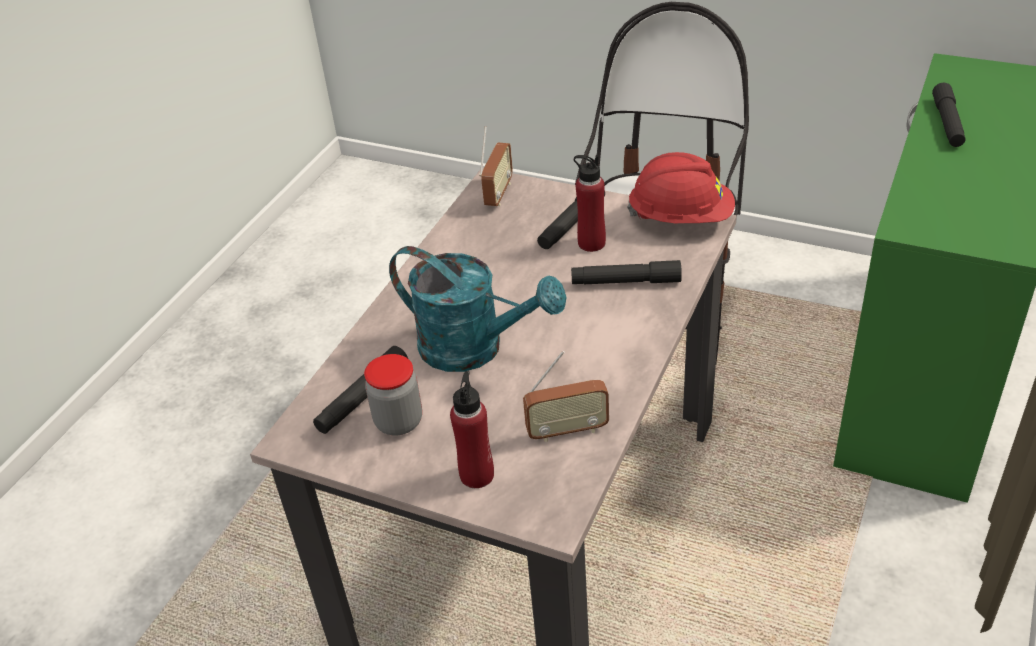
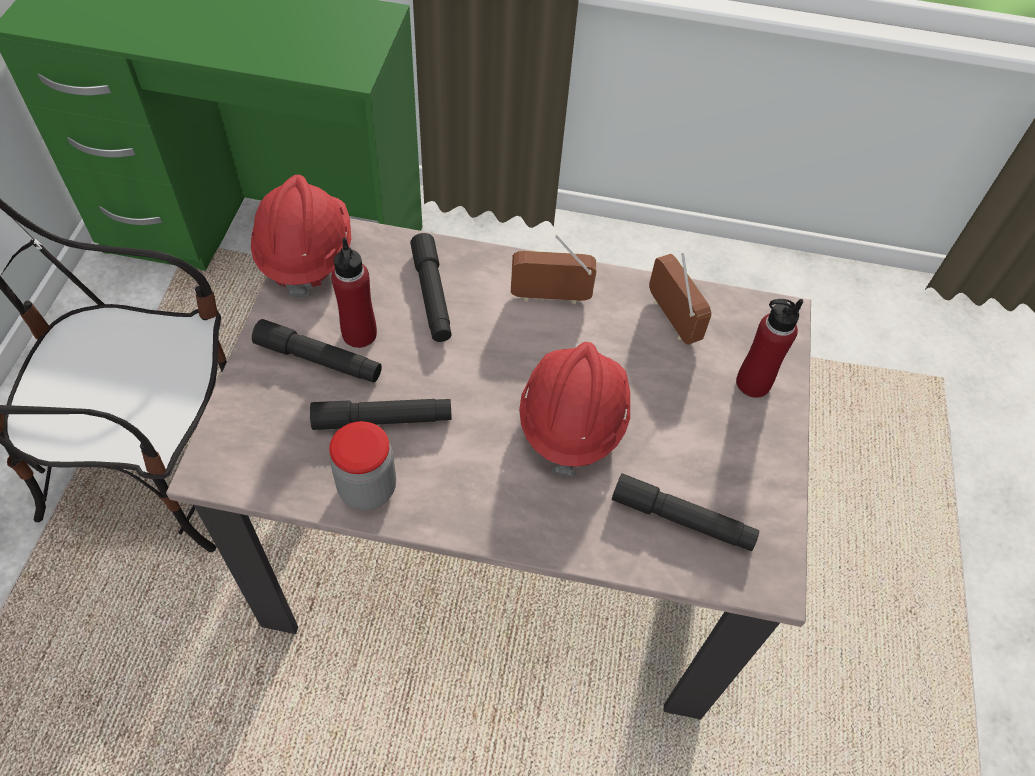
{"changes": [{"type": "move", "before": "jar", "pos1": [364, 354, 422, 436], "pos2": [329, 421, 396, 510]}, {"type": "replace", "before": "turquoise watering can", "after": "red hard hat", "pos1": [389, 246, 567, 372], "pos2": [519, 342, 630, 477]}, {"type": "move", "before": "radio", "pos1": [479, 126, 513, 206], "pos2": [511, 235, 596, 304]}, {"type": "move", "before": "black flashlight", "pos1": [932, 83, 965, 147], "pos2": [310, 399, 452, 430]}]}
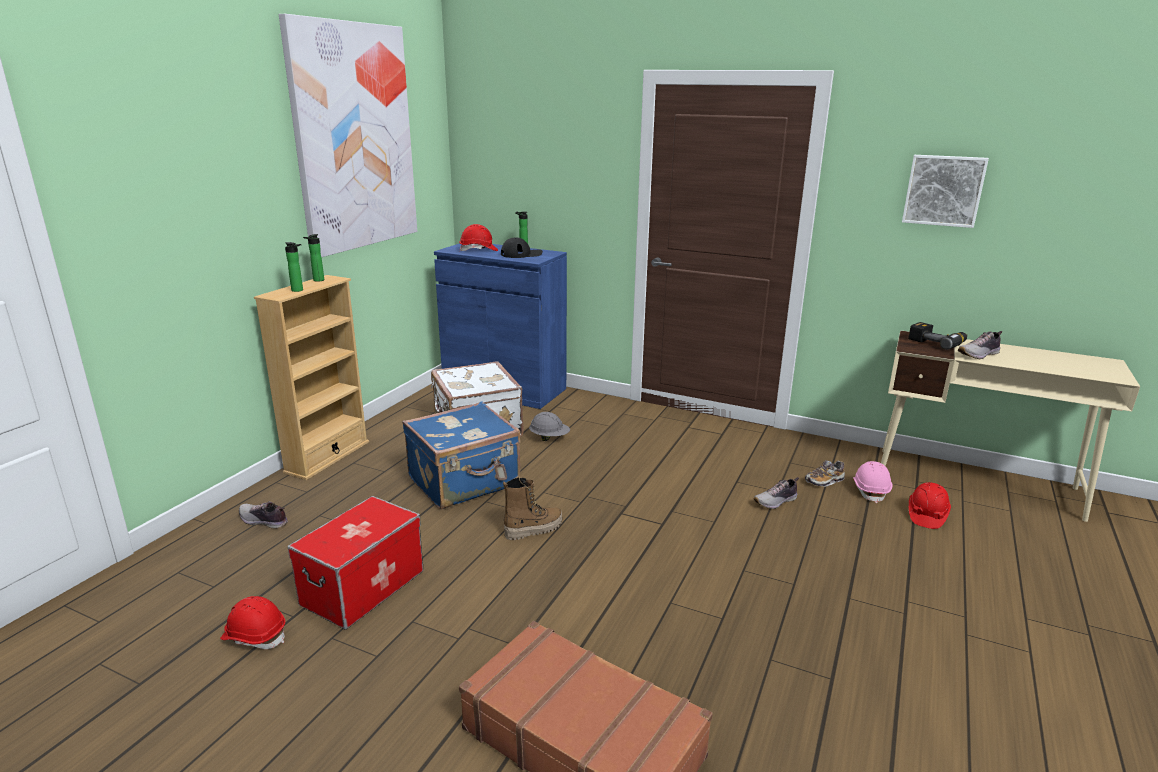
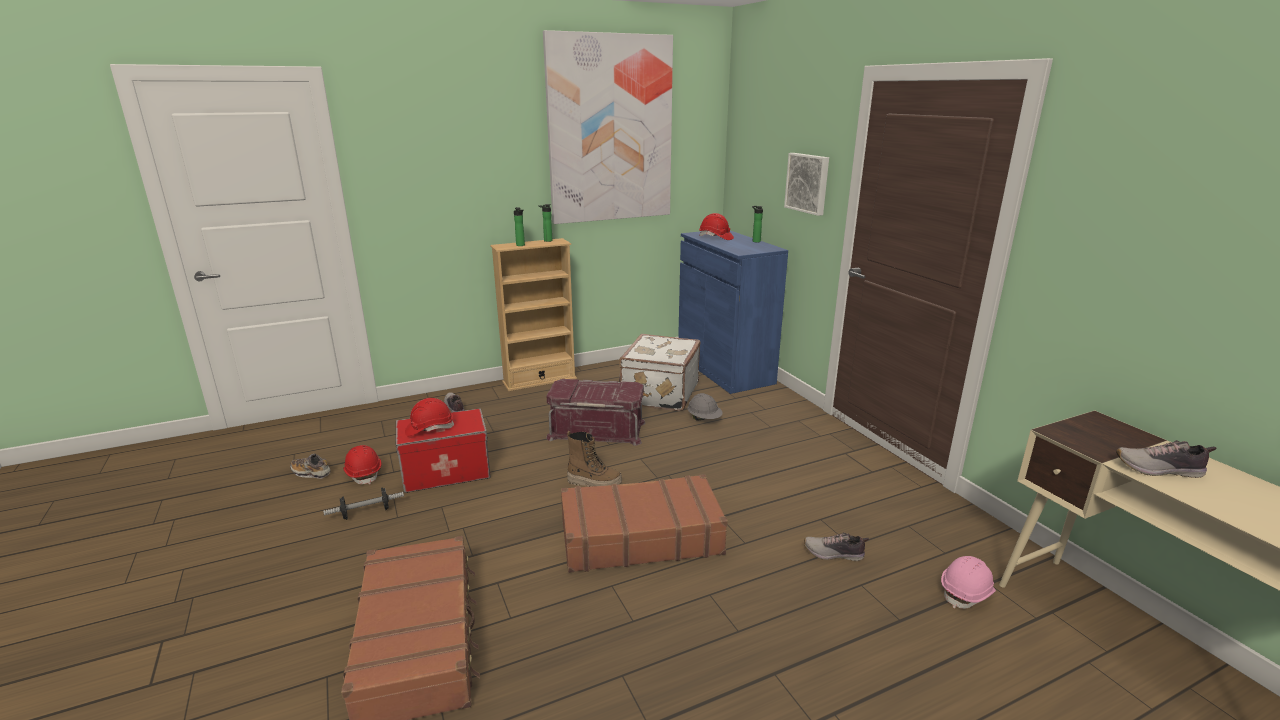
{"changes": [{"type": "replace", "before": "blue suitcase", "after": "red storage box", "pos1": [402, 401, 521, 509], "pos2": [546, 379, 646, 446]}, {"type": "delete", "before": "black cap", "pos1": [501, 237, 543, 258]}, {"type": "move", "before": "shoe", "pos1": [805, 460, 845, 486], "pos2": [290, 453, 331, 479]}, {"type": "move", "before": "picture", "pos1": [902, 155, 989, 228], "pos2": [784, 153, 829, 216]}, {"type": "delete", "before": "power drill", "pos1": [908, 322, 967, 350]}, {"type": "move", "before": "red hard hat", "pos1": [909, 482, 951, 529], "pos2": [405, 398, 454, 436]}, {"type": "insert", "after": "dumbbell", "pos2": [323, 487, 404, 520]}, {"type": "insert", "after": "brown suitcase", "pos2": [561, 474, 728, 573]}]}
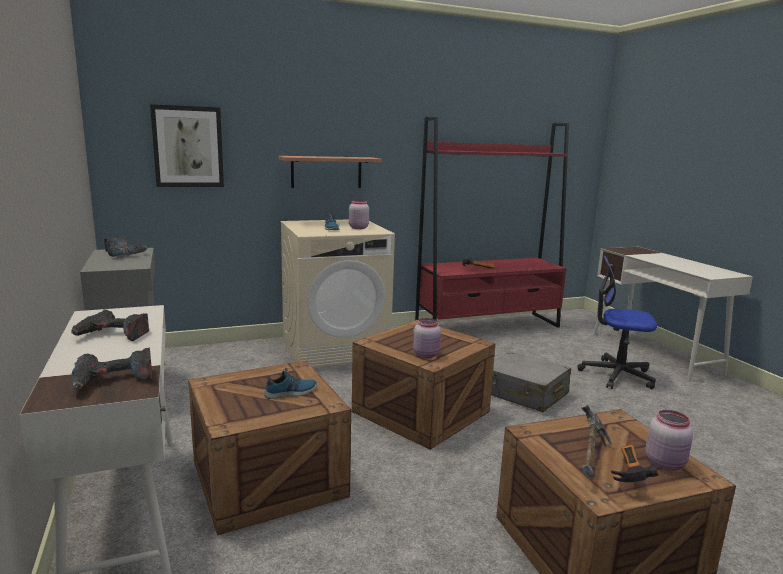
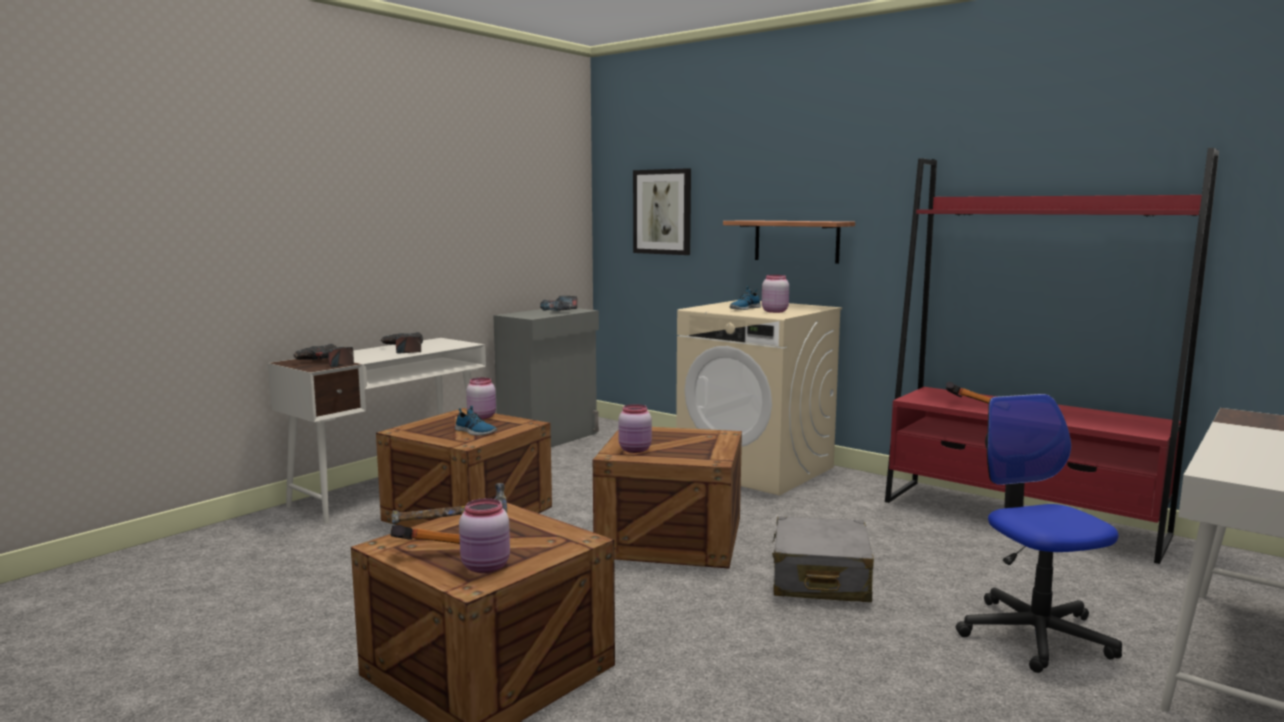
{"changes": [{"type": "insert", "after": "pink jar", "pos2": [466, 378, 496, 419]}]}
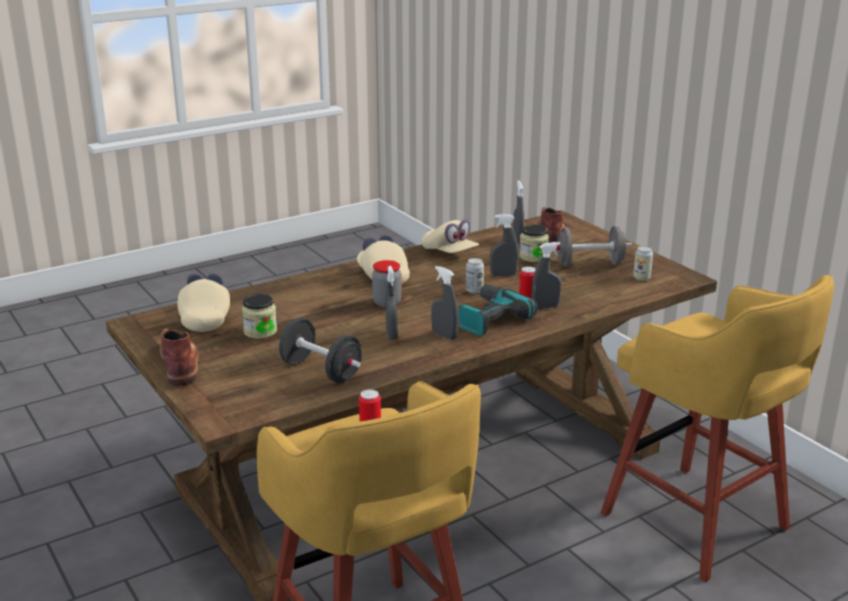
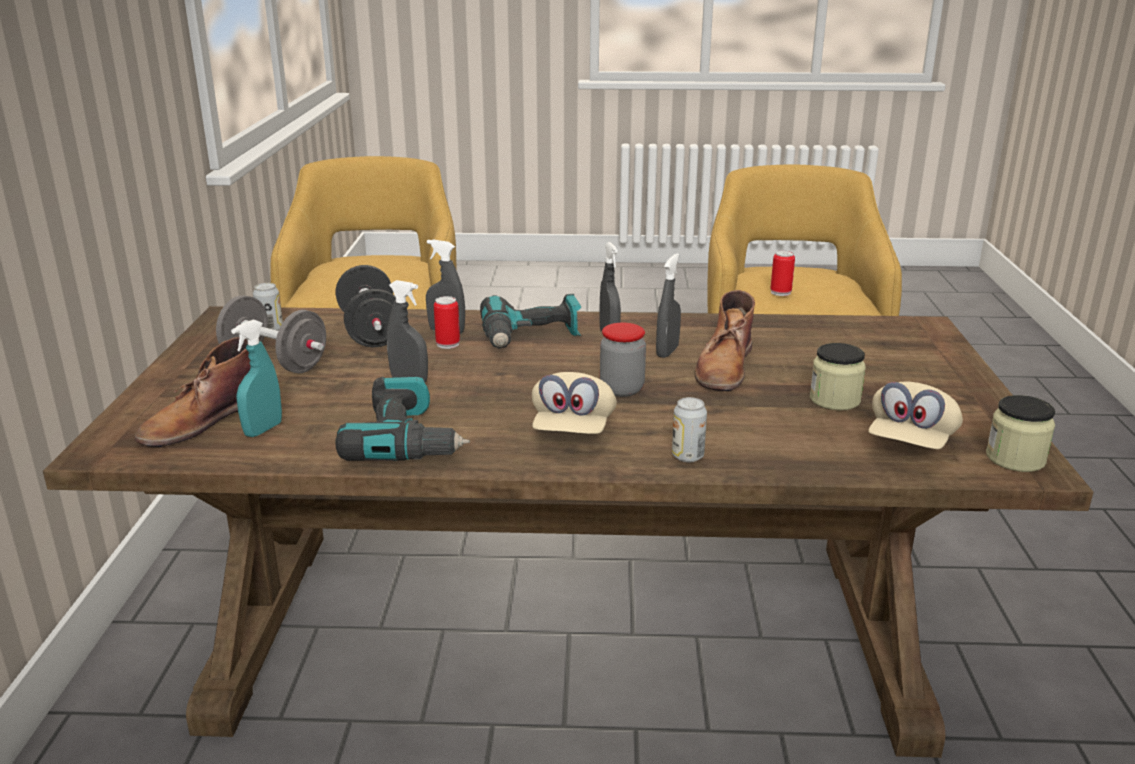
{"changes": [{"type": "move", "before": "brown boot", "pos1": [160, 329, 199, 386], "pos2": [695, 290, 755, 391]}, {"type": "move", "before": "black dumbbell", "pos1": [279, 318, 362, 383], "pos2": [336, 265, 396, 347]}, {"type": "replace", "before": "beige cap", "after": "power drill", "pos1": [422, 220, 479, 253], "pos2": [335, 377, 470, 461]}, {"type": "move", "before": "can", "pos1": [466, 258, 484, 294], "pos2": [672, 397, 707, 462]}, {"type": "recolor", "before": "grey spray bottle", "after": "turquoise spray bottle", "pos1": [513, 180, 524, 244], "pos2": [231, 320, 282, 437]}, {"type": "move", "before": "jar", "pos1": [519, 224, 549, 262], "pos2": [986, 395, 1055, 472]}]}
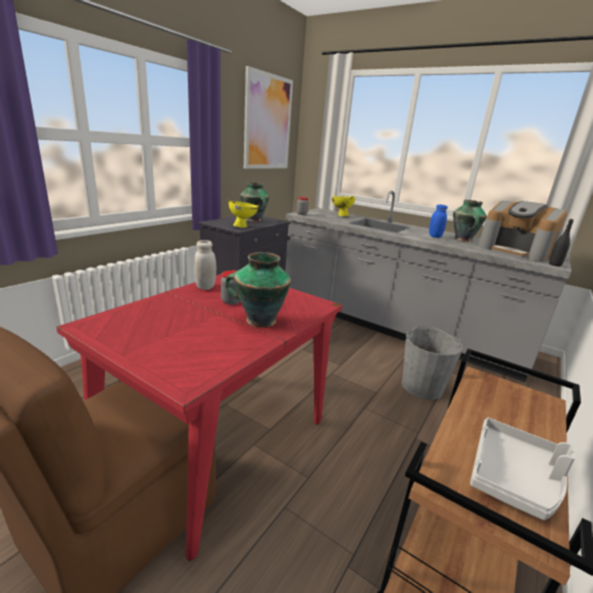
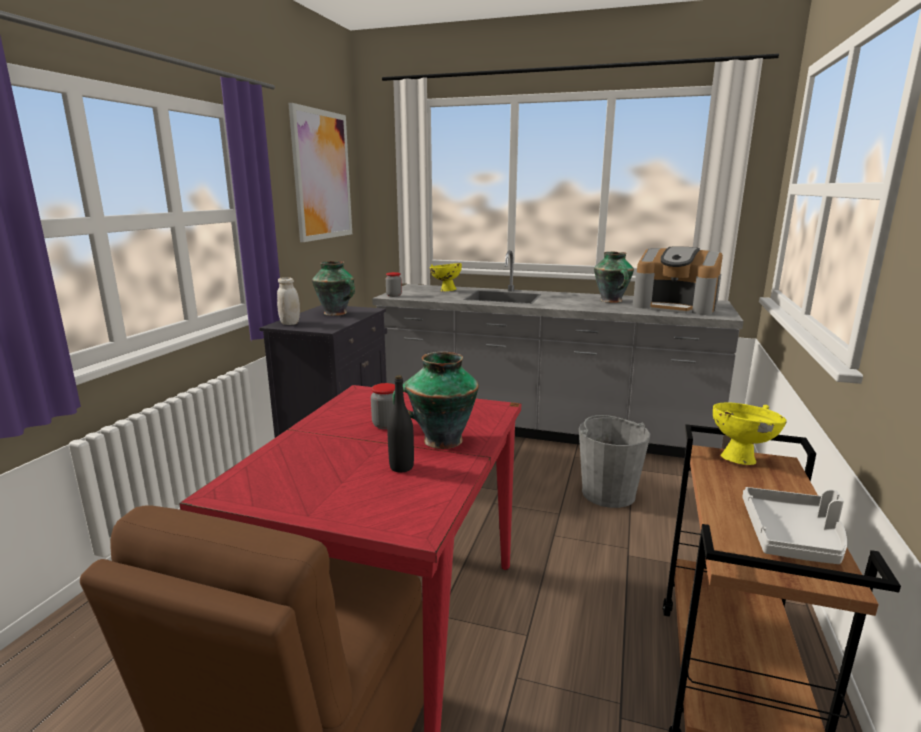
{"changes": [{"type": "move", "before": "white jar", "pos1": [194, 240, 217, 290], "pos2": [277, 277, 300, 325]}, {"type": "move", "before": "yellow bowl", "pos1": [228, 200, 259, 228], "pos2": [713, 402, 787, 465]}, {"type": "delete", "before": "blue jar", "pos1": [429, 205, 448, 238]}, {"type": "move", "before": "black bottle", "pos1": [549, 219, 574, 267], "pos2": [388, 375, 414, 472]}]}
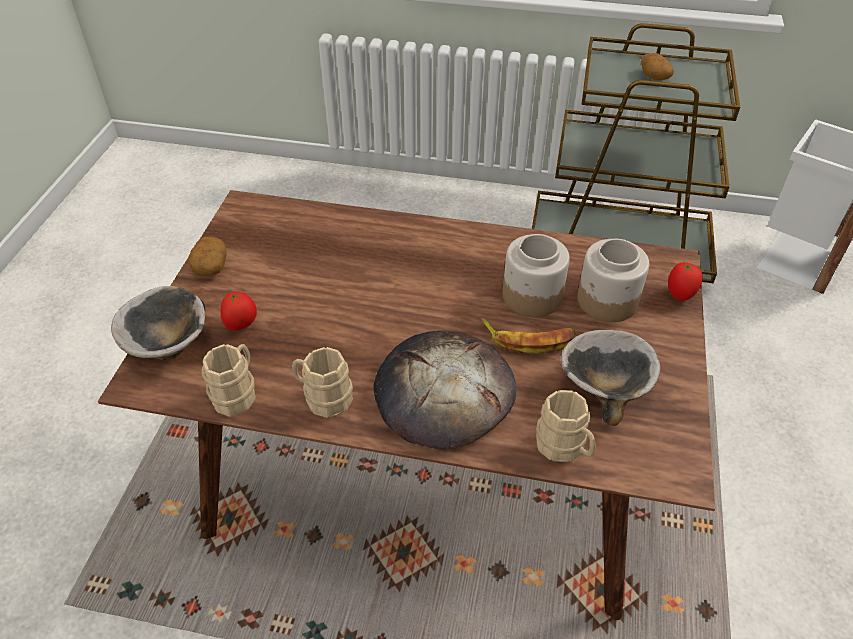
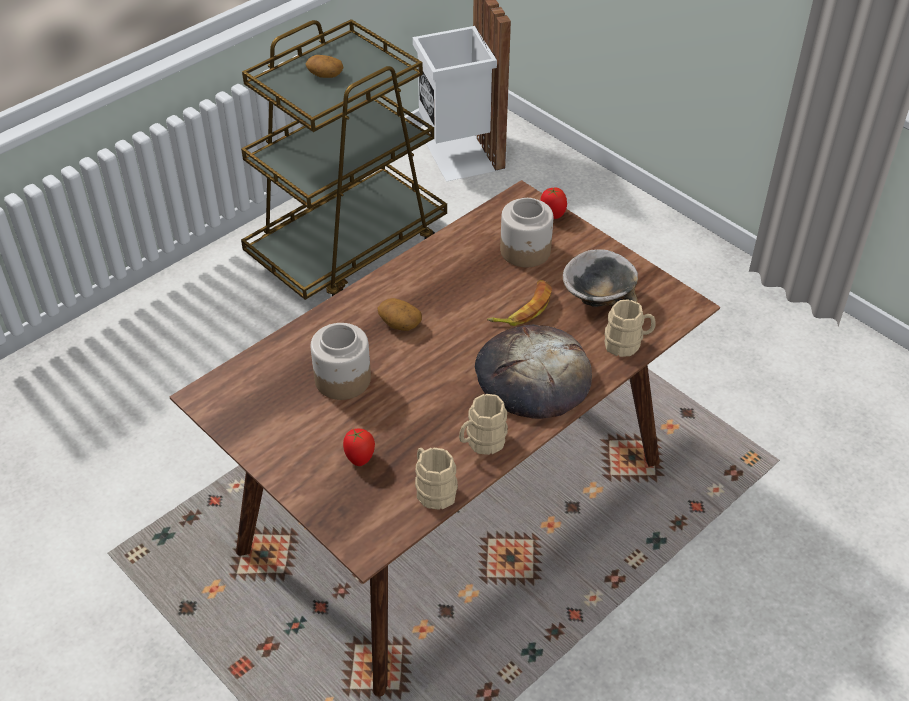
{"changes": [{"type": "delete", "before": "bowl", "pos1": [111, 286, 205, 360]}, {"type": "move", "before": "potato", "pos1": [189, 236, 226, 275], "pos2": [378, 298, 422, 331]}, {"type": "move", "before": "jar", "pos1": [503, 234, 570, 317], "pos2": [311, 323, 371, 400]}]}
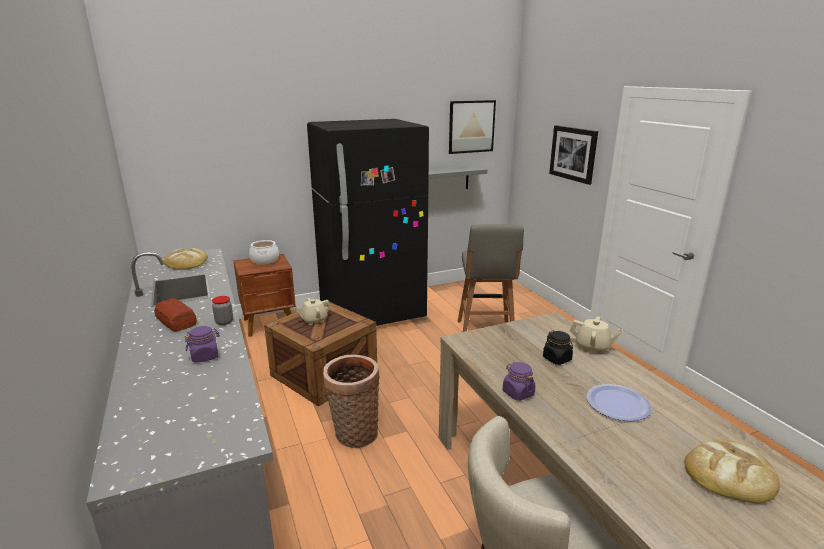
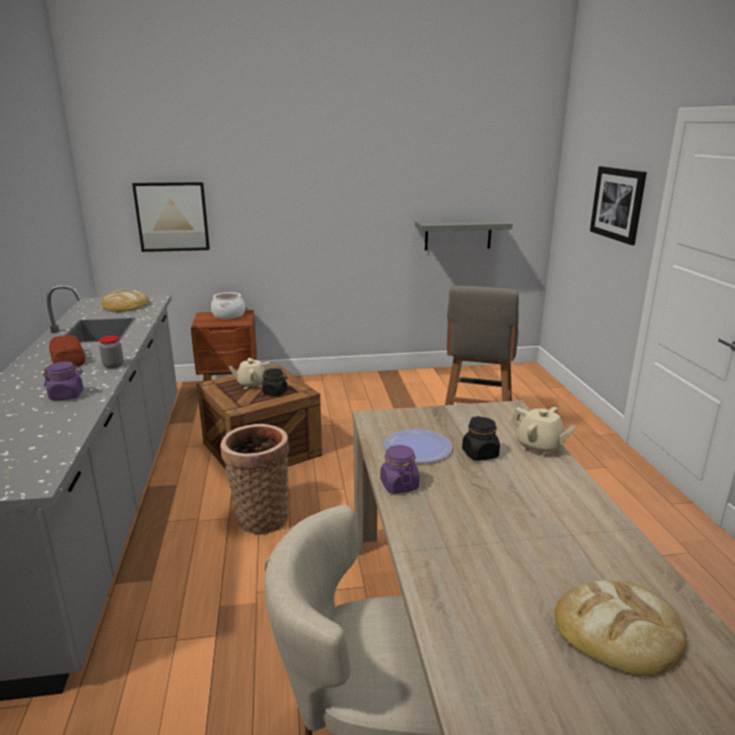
{"changes": [{"type": "delete", "before": "black fridge", "pos1": [307, 119, 429, 326]}, {"type": "move", "before": "picture", "pos1": [449, 100, 496, 154], "pos2": [132, 182, 210, 252]}, {"type": "move", "before": "plate", "pos1": [587, 384, 651, 421], "pos2": [384, 429, 452, 463]}, {"type": "insert", "after": "black jar", "pos2": [262, 368, 287, 396]}]}
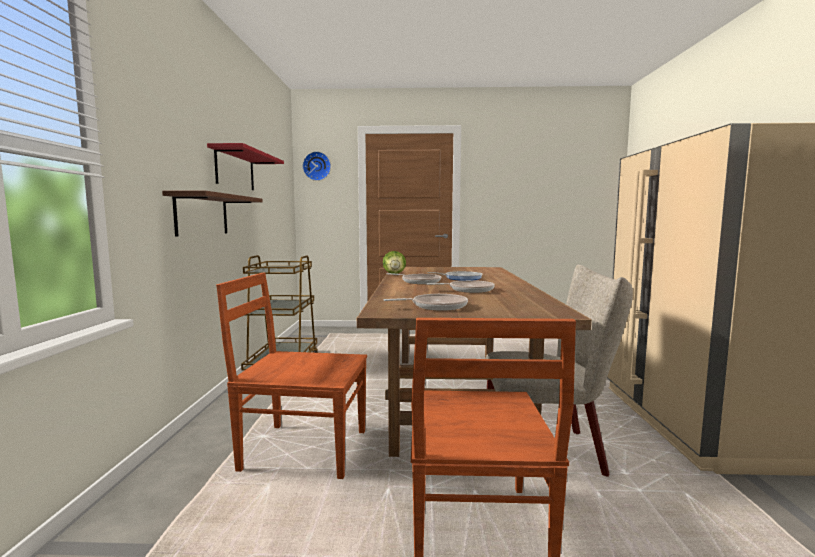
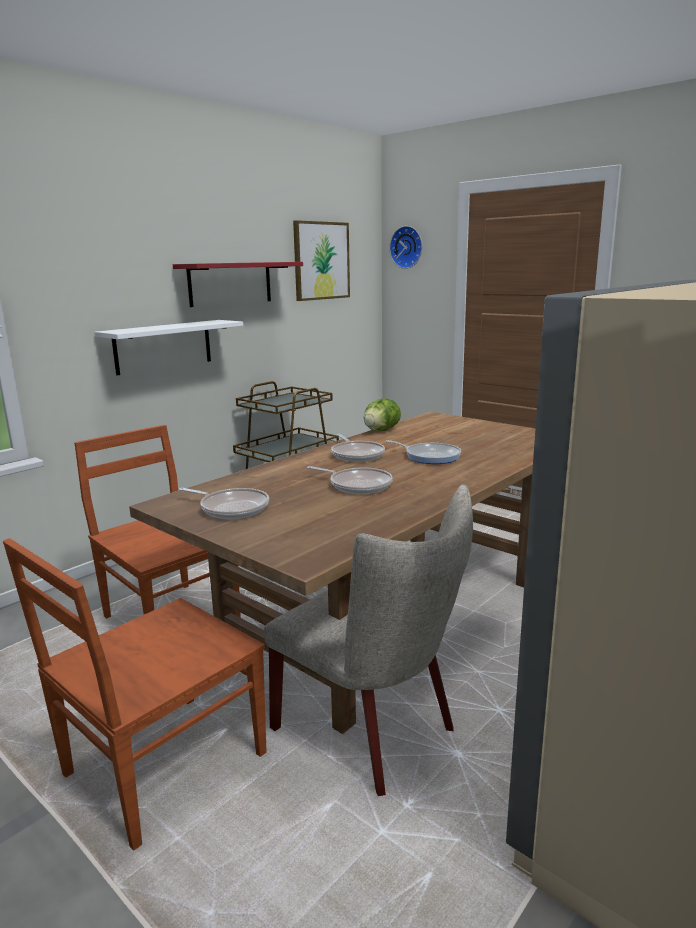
{"changes": [{"type": "recolor", "before": "brown shelf", "after": "white shelf", "pos1": [162, 191, 263, 237], "pos2": [95, 320, 243, 375]}, {"type": "insert", "after": "picture", "pos2": [293, 220, 350, 301]}]}
